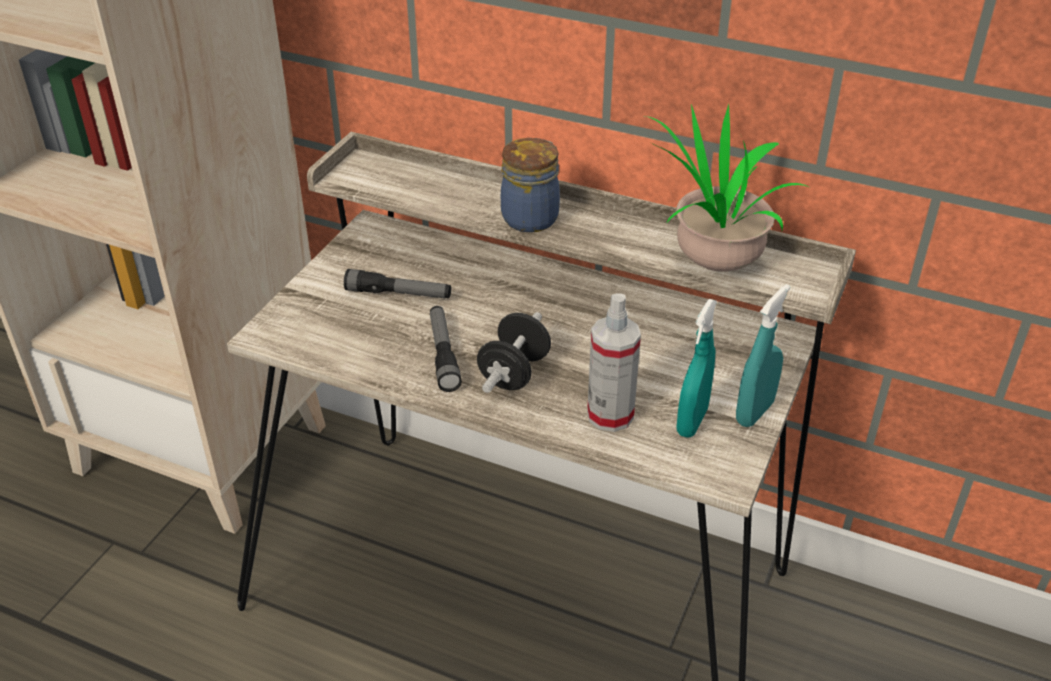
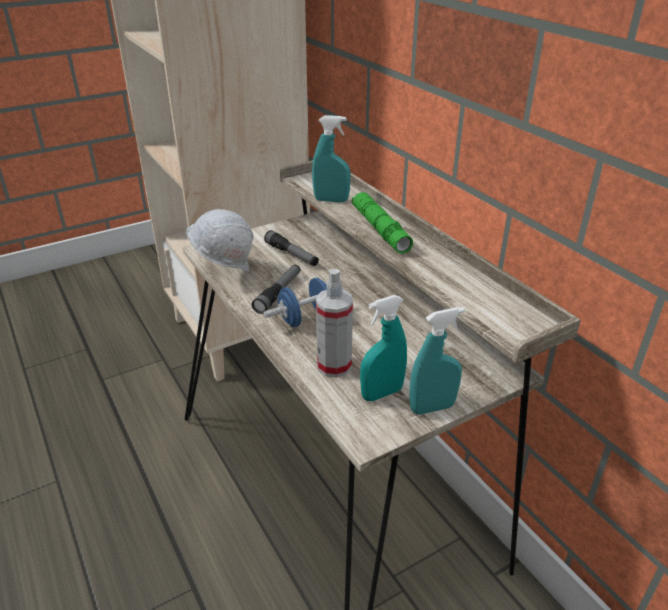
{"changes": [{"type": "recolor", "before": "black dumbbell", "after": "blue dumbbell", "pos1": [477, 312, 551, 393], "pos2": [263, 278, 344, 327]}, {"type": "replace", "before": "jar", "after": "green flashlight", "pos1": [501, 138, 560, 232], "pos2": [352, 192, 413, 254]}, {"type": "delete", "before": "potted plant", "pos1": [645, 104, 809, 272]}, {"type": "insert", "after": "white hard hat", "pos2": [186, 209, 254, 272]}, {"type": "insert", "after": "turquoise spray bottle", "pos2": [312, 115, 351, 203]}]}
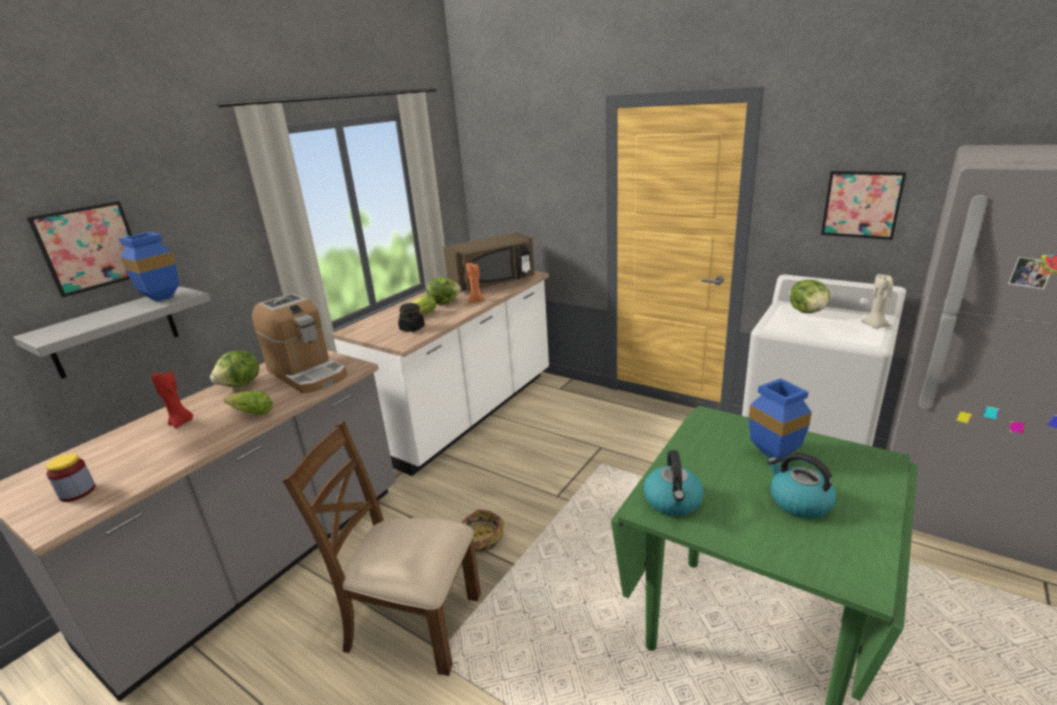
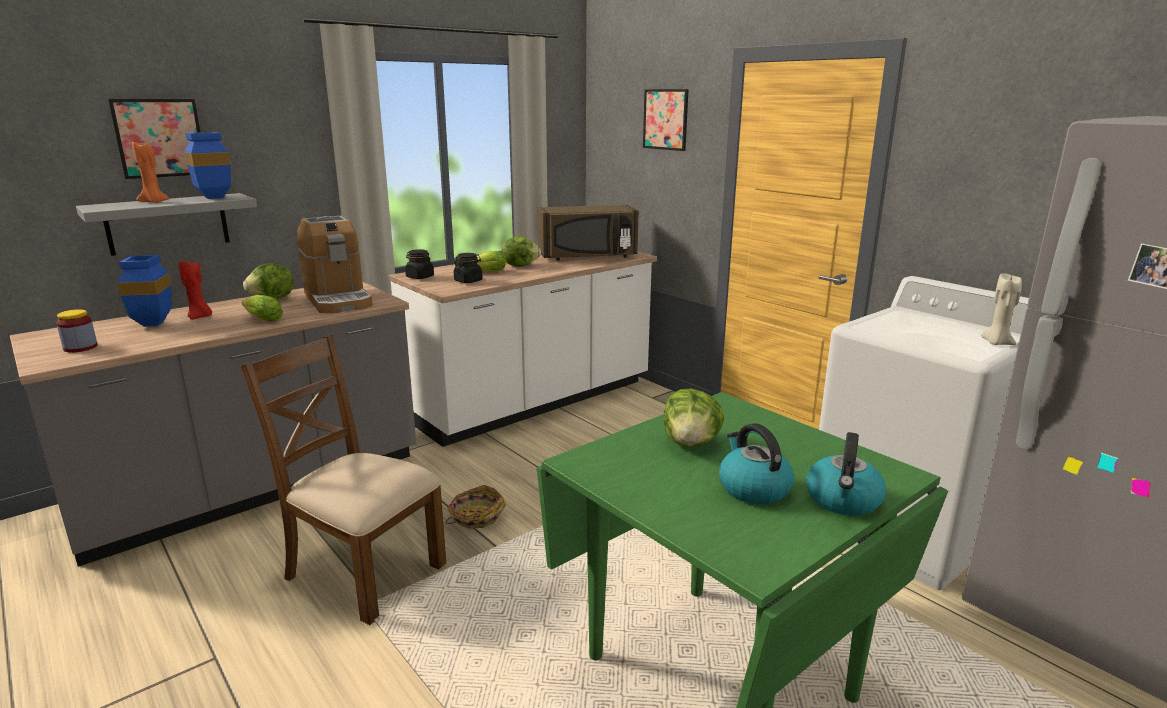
{"changes": [{"type": "move", "before": "orange candle", "pos1": [466, 262, 484, 303], "pos2": [132, 142, 170, 202]}, {"type": "move", "before": "kettle", "pos1": [644, 450, 704, 516], "pos2": [807, 432, 886, 516]}, {"type": "move", "before": "blue vase", "pos1": [749, 378, 812, 458], "pos2": [117, 255, 172, 327]}, {"type": "move", "before": "lettuce", "pos1": [790, 280, 830, 313], "pos2": [664, 388, 724, 446]}, {"type": "move", "before": "picture", "pos1": [821, 171, 907, 240], "pos2": [643, 89, 689, 151]}, {"type": "insert", "after": "black jar", "pos2": [405, 249, 434, 279]}]}
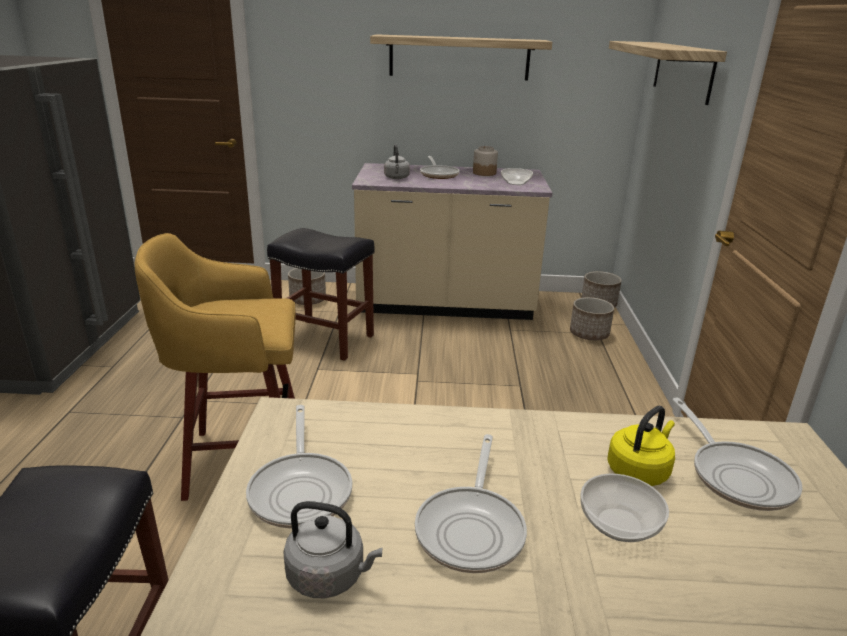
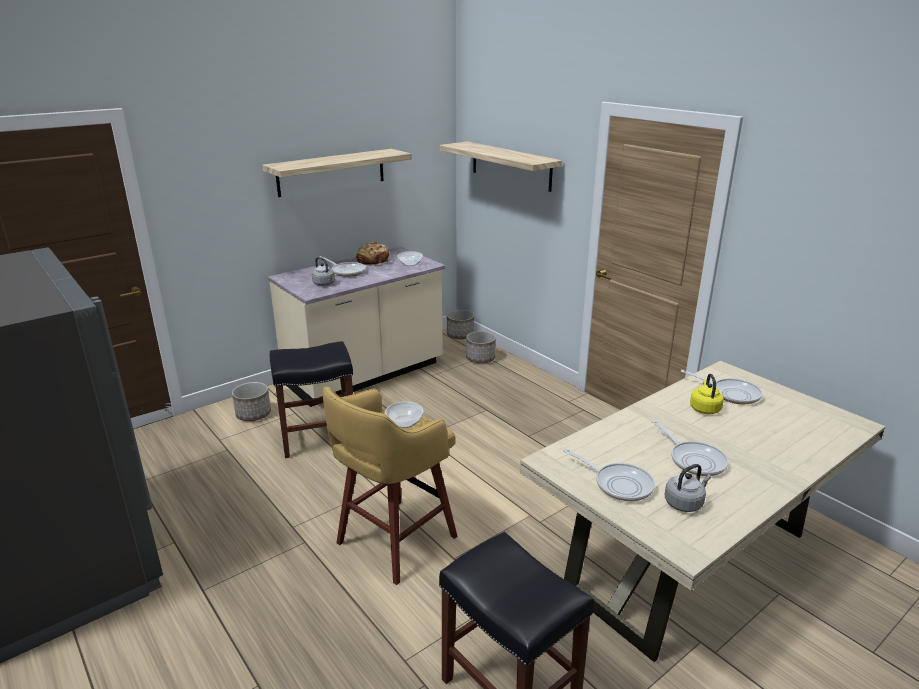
{"changes": [{"type": "replace", "before": "jar", "after": "bread", "pos1": [473, 146, 498, 176], "pos2": [356, 242, 392, 266]}, {"type": "move", "before": "bowl", "pos1": [580, 474, 669, 542], "pos2": [385, 401, 423, 428]}]}
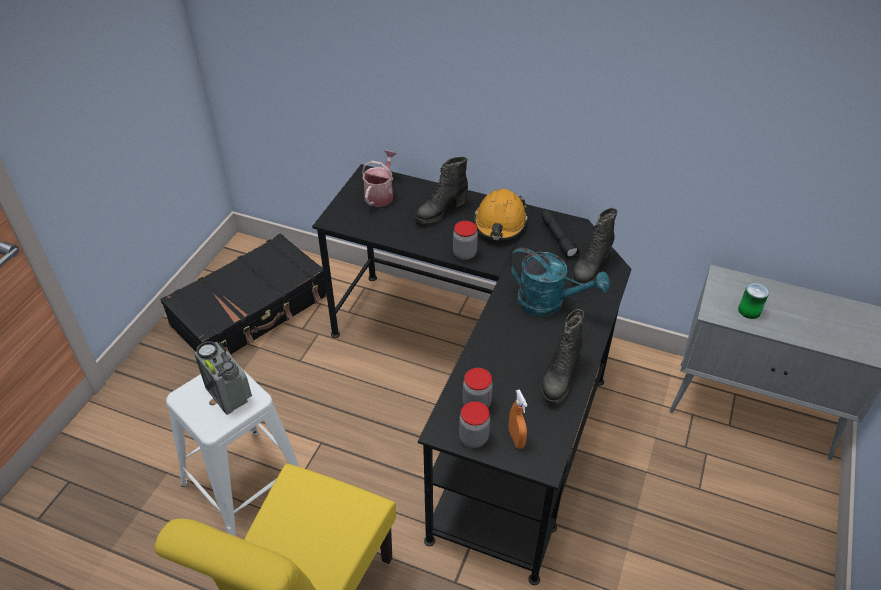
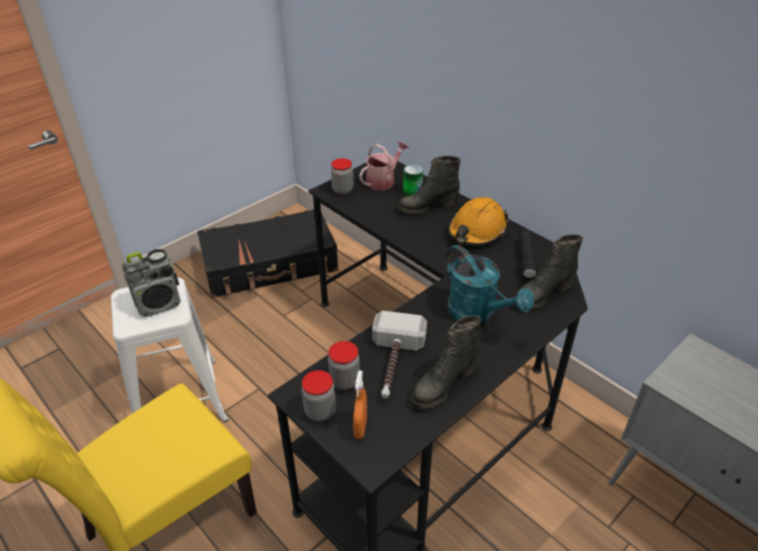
{"changes": [{"type": "rotate", "before": "radio", "pos1": [194, 341, 252, 415], "pos2": [121, 249, 181, 317], "turn": 75}, {"type": "move", "before": "jar", "pos1": [453, 221, 478, 260], "pos2": [331, 158, 354, 195]}, {"type": "move", "before": "can", "pos1": [738, 283, 769, 319], "pos2": [403, 165, 423, 196]}, {"type": "insert", "after": "hammer", "pos2": [372, 311, 427, 399]}]}
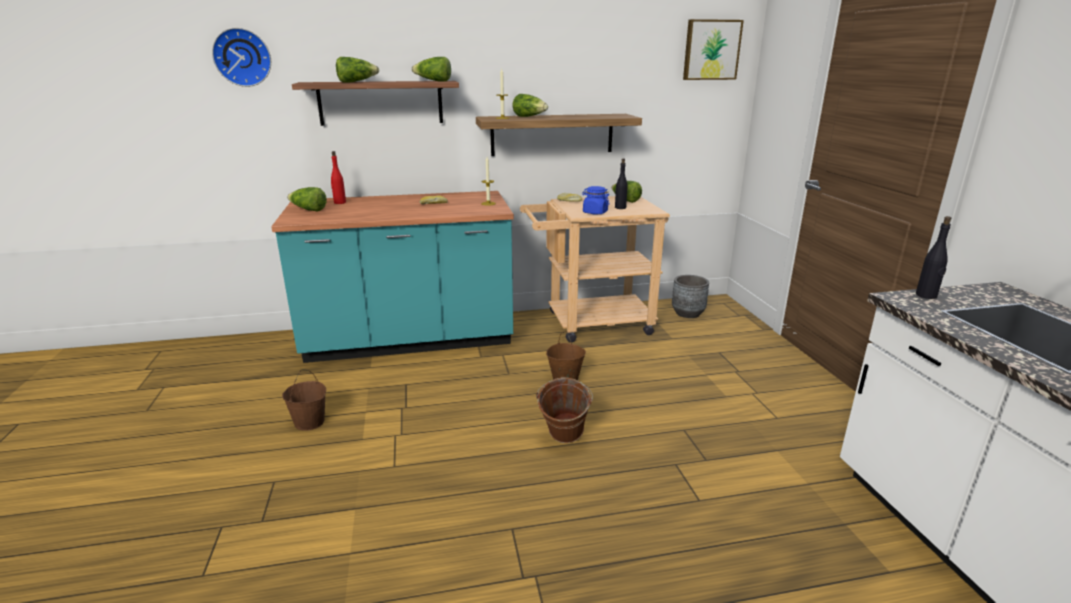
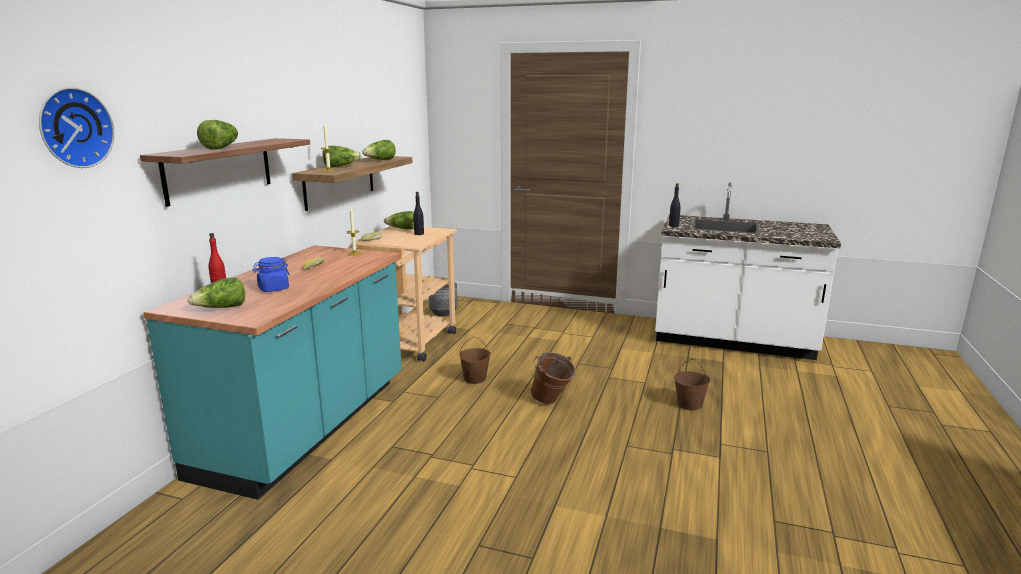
{"changes": [{"type": "move", "before": "brown bucket", "pos1": [282, 370, 326, 431], "pos2": [674, 359, 710, 411]}, {"type": "move", "before": "lettuce", "pos1": [412, 57, 451, 82], "pos2": [362, 140, 396, 160]}, {"type": "move", "before": "blue jar", "pos1": [582, 186, 610, 214], "pos2": [252, 257, 290, 292]}, {"type": "delete", "before": "picture", "pos1": [683, 19, 744, 80]}]}
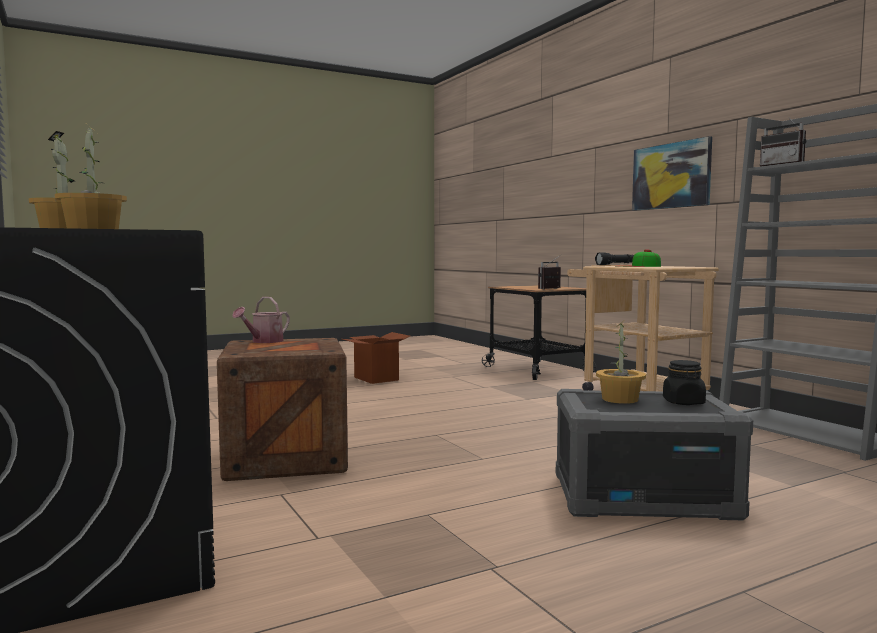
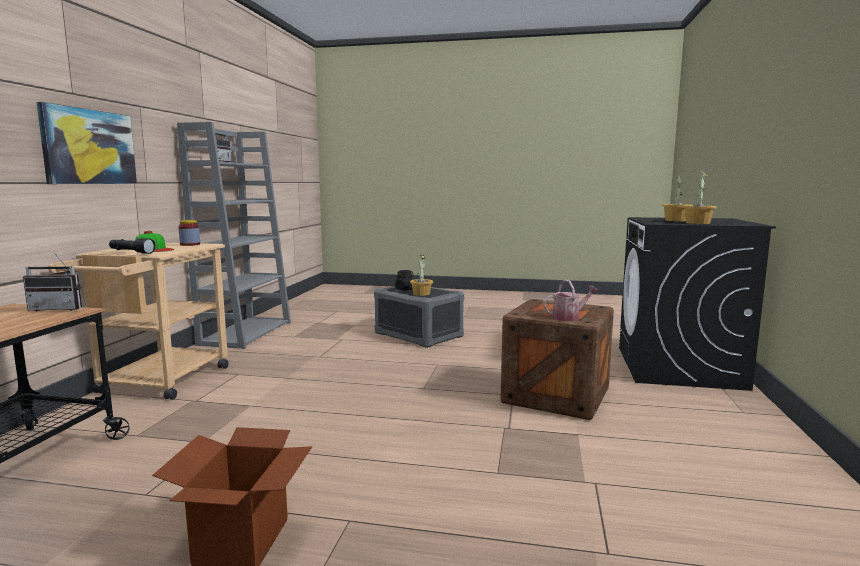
{"changes": [{"type": "insert", "after": "jar", "pos2": [178, 220, 200, 246]}]}
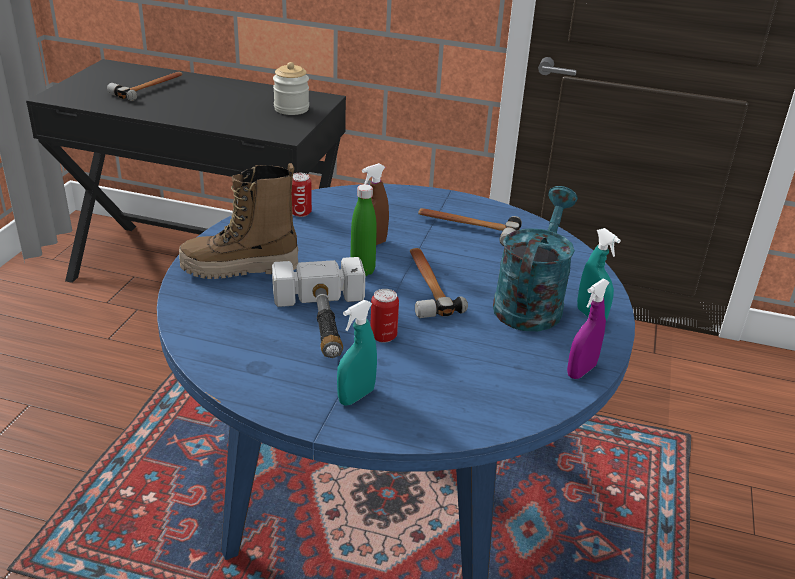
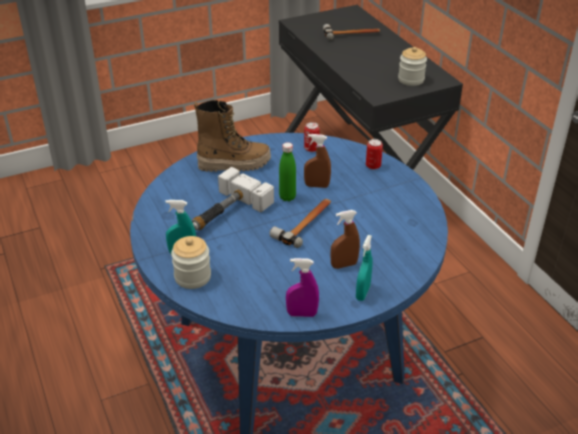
{"changes": [{"type": "rotate", "before": "boot", "pos1": [179, 163, 298, 279], "pos2": [194, 100, 271, 172], "turn": 135}, {"type": "move", "before": "can", "pos1": [370, 289, 399, 343], "pos2": [366, 139, 383, 170]}, {"type": "delete", "before": "hammer", "pos1": [418, 208, 522, 246]}, {"type": "replace", "before": "turquoise watering can", "after": "brown spray bottle", "pos1": [493, 186, 578, 331], "pos2": [330, 210, 360, 269]}, {"type": "insert", "after": "jar", "pos2": [171, 236, 211, 289]}]}
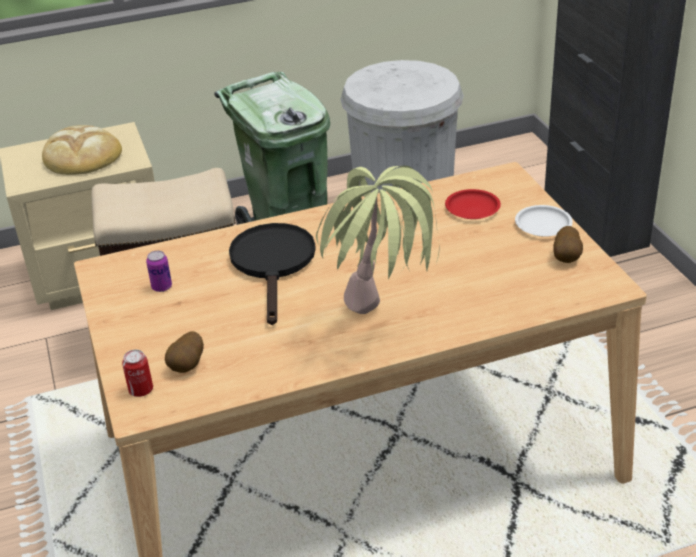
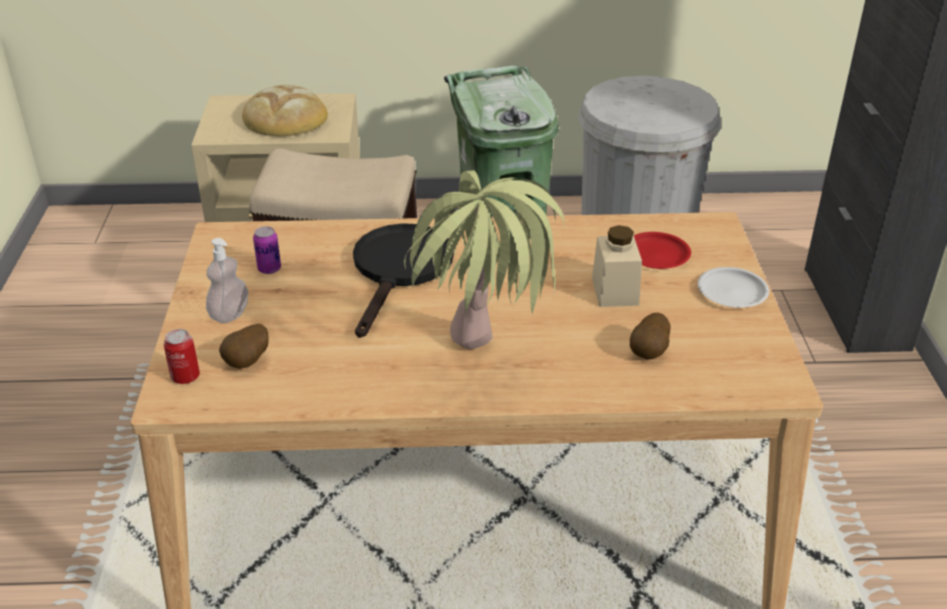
{"changes": [{"type": "move", "before": "potato", "pos1": [553, 226, 583, 263], "pos2": [630, 313, 671, 359]}, {"type": "insert", "after": "soap dispenser", "pos2": [206, 238, 248, 323]}, {"type": "insert", "after": "beige jar", "pos2": [592, 225, 642, 307]}]}
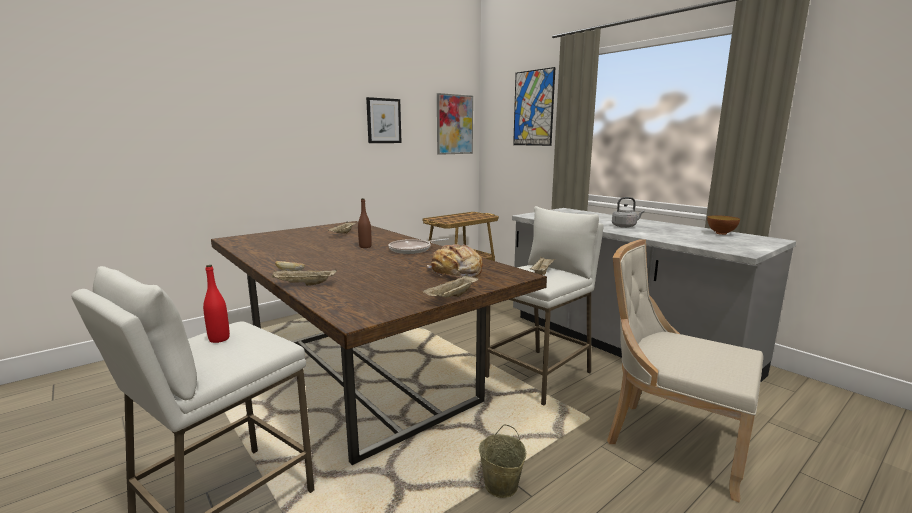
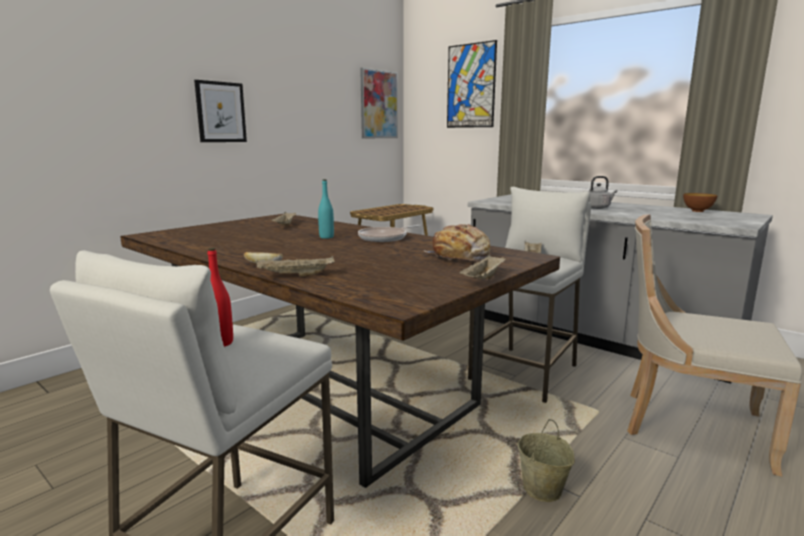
{"changes": [{"type": "recolor", "before": "brown bottle", "after": "turquoise bottle", "pos1": [358, 198, 372, 248], "pos2": [318, 179, 334, 239]}, {"type": "move", "before": "picture", "pos1": [366, 97, 402, 143], "pos2": [194, 80, 247, 142]}]}
